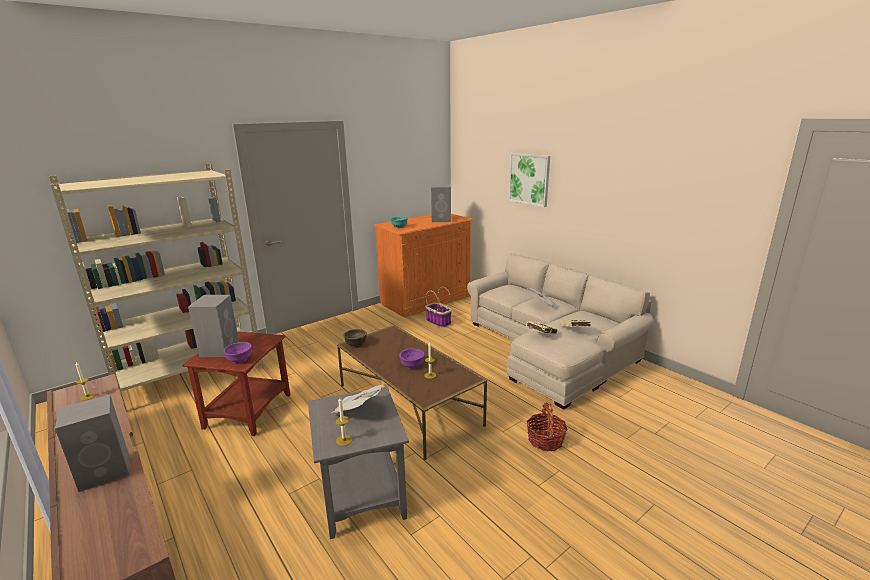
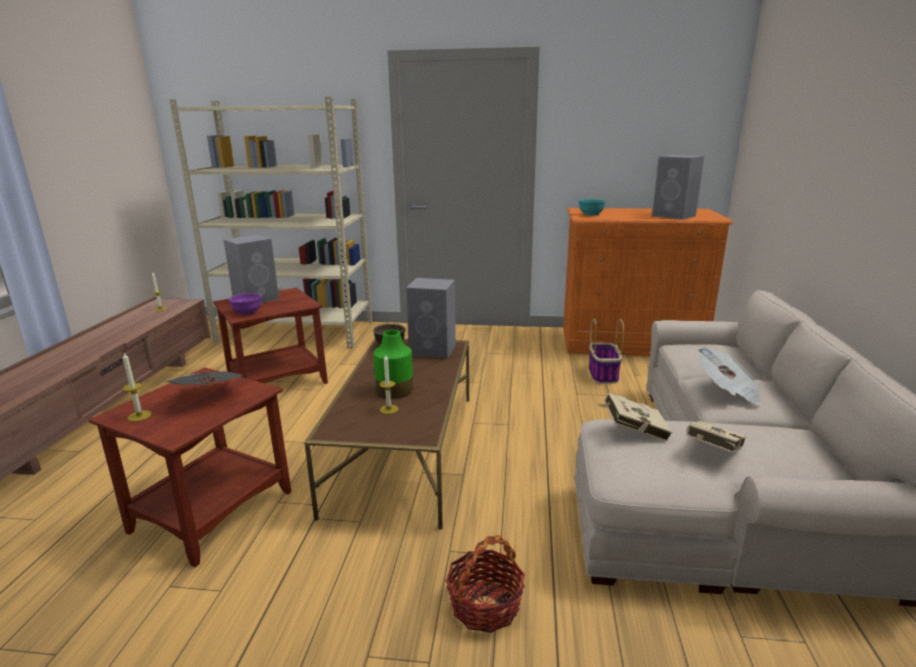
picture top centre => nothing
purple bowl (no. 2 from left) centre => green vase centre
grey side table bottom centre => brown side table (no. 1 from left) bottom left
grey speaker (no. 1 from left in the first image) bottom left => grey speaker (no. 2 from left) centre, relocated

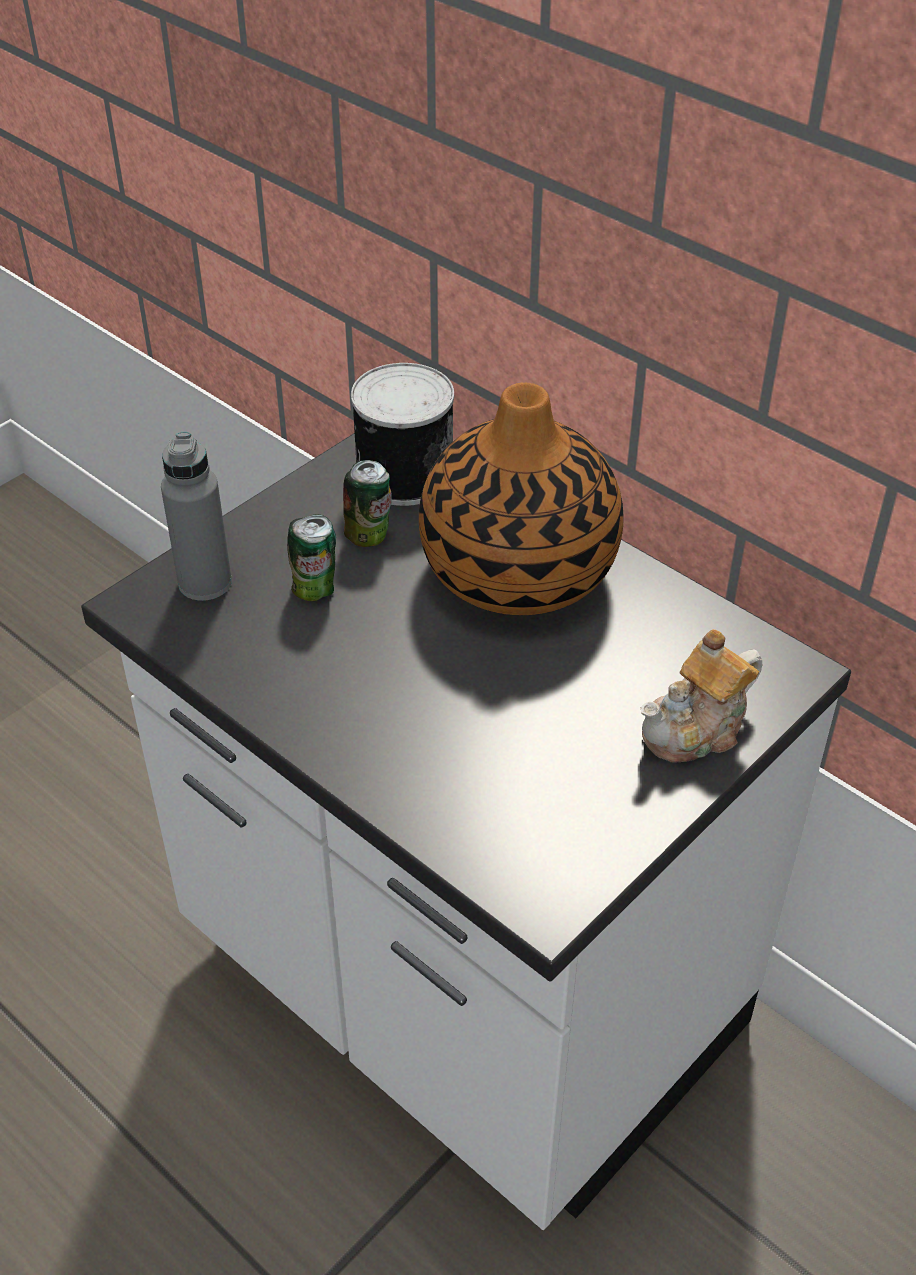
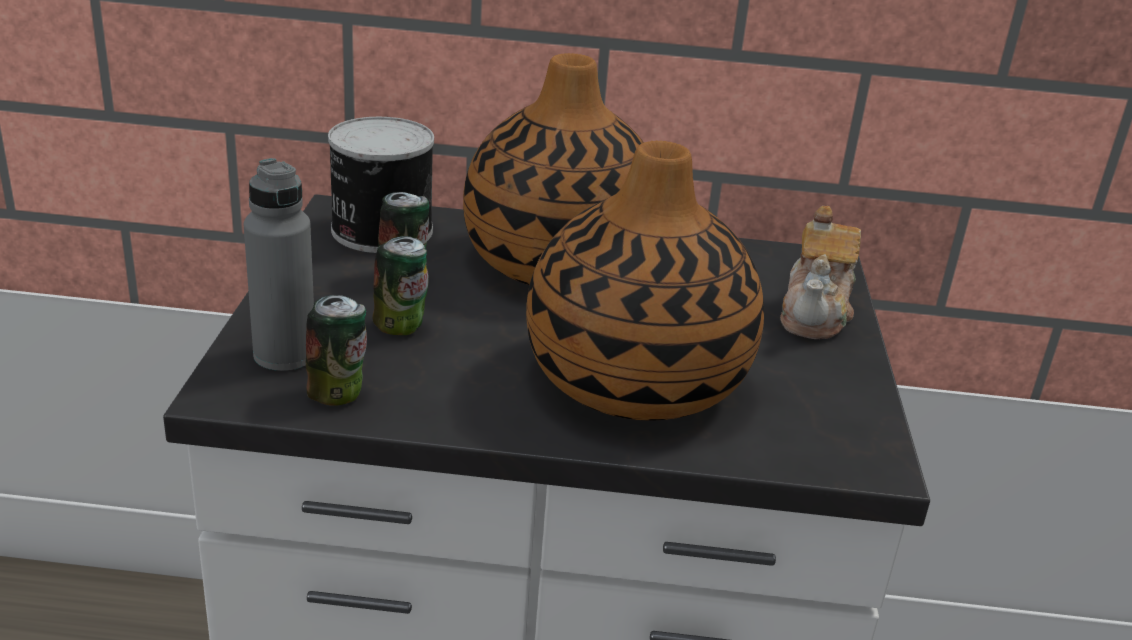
nothing => vase (no. 2 from left) centre
nothing => can (no. 1 from left) middle left

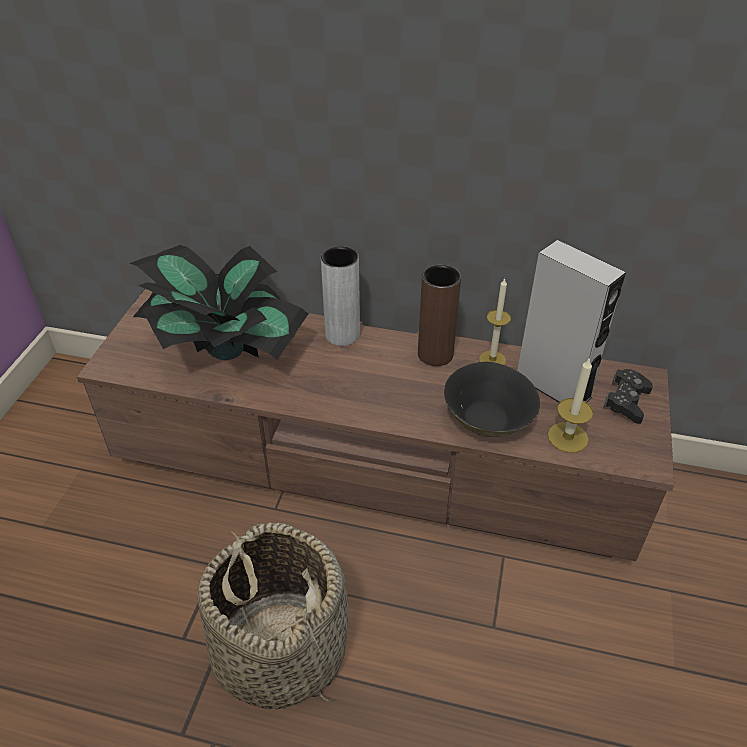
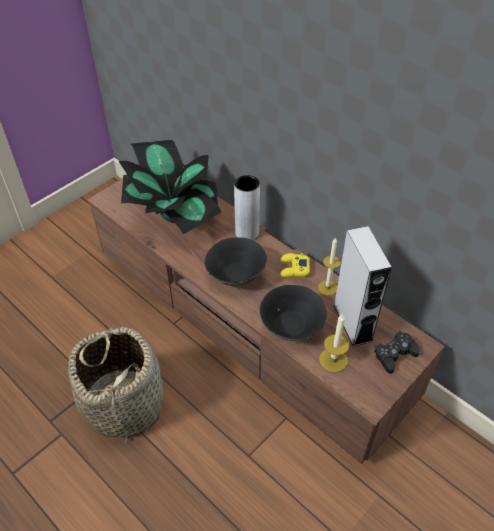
brown vase centre => yellow game controller centre
nothing => black bowl (no. 1 from left) centre

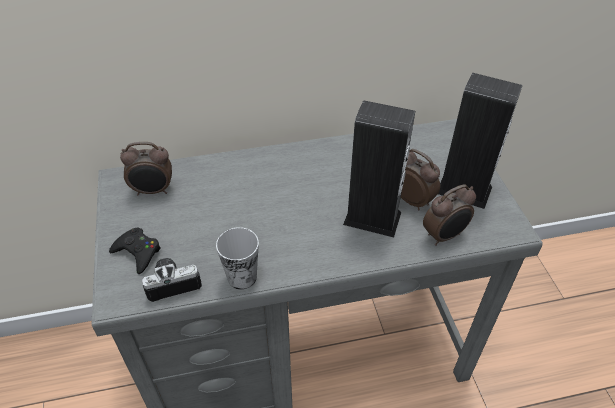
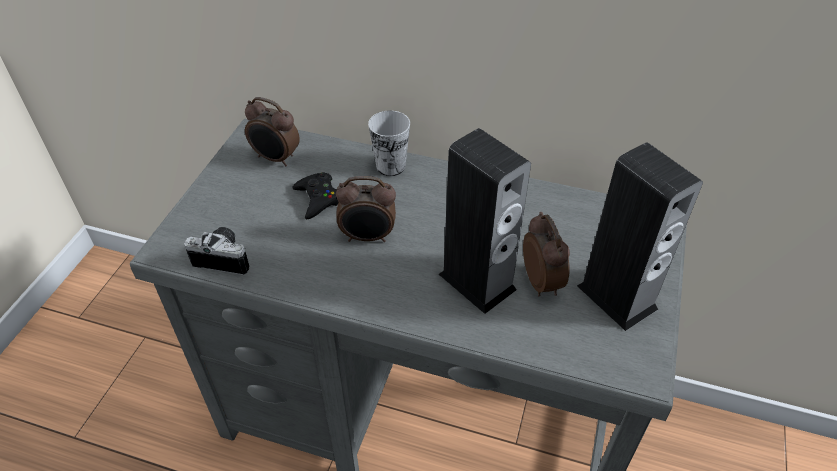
alarm clock (no. 3 from left in the first image) middle right => alarm clock (no. 2 from left) centre, relocated
cup centre => cup top centre, relocated
black game controller middle left => black game controller centre, relocated

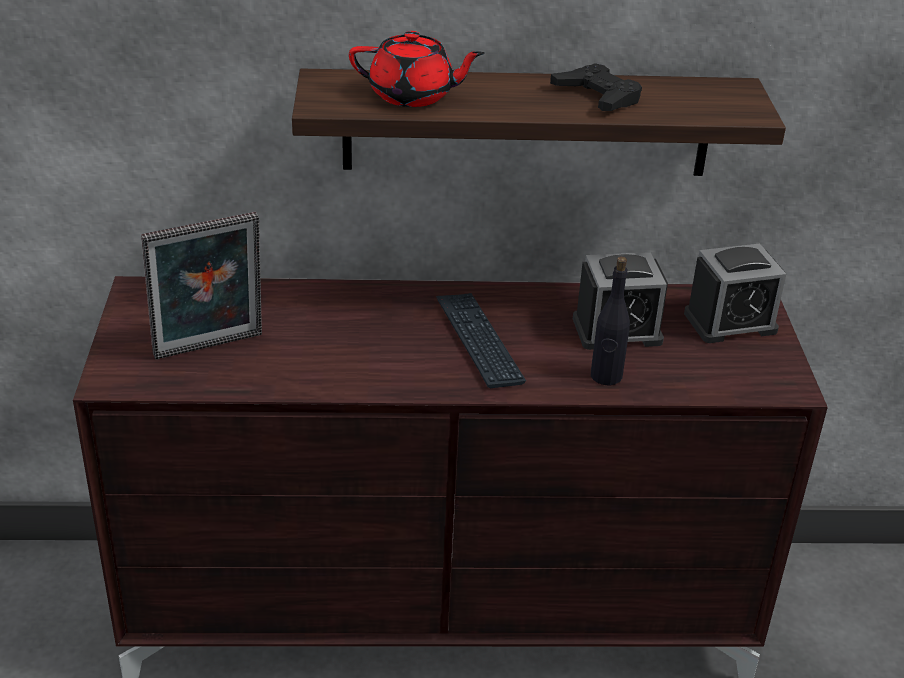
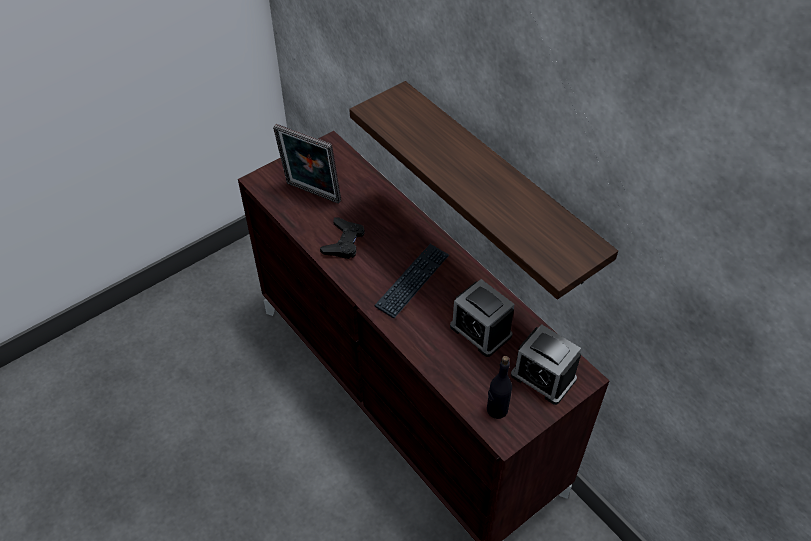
red teapot top centre => nothing
black game controller top centre => black game controller centre, relocated
black bottle middle right => black bottle bottom centre, relocated

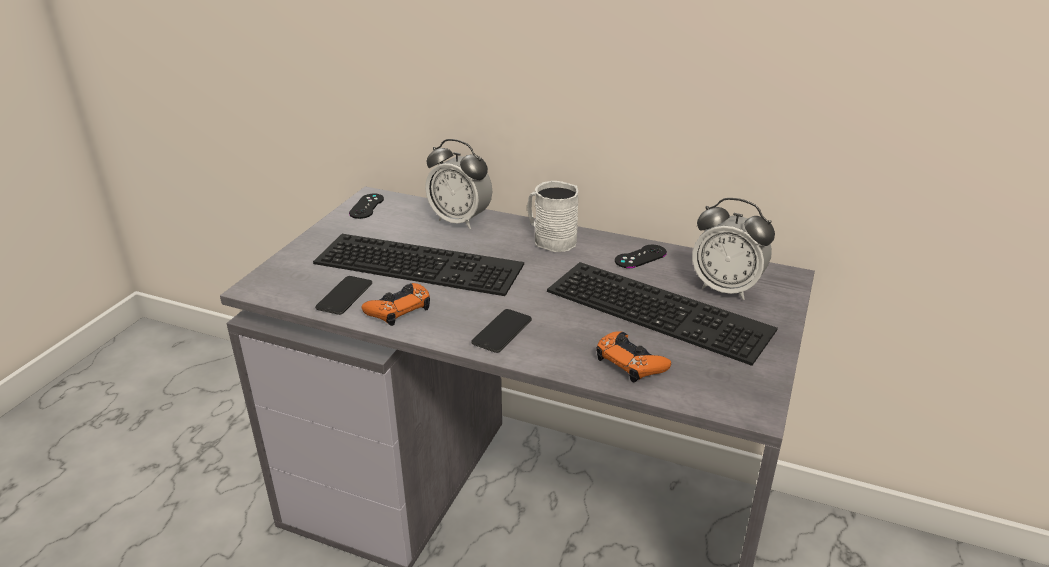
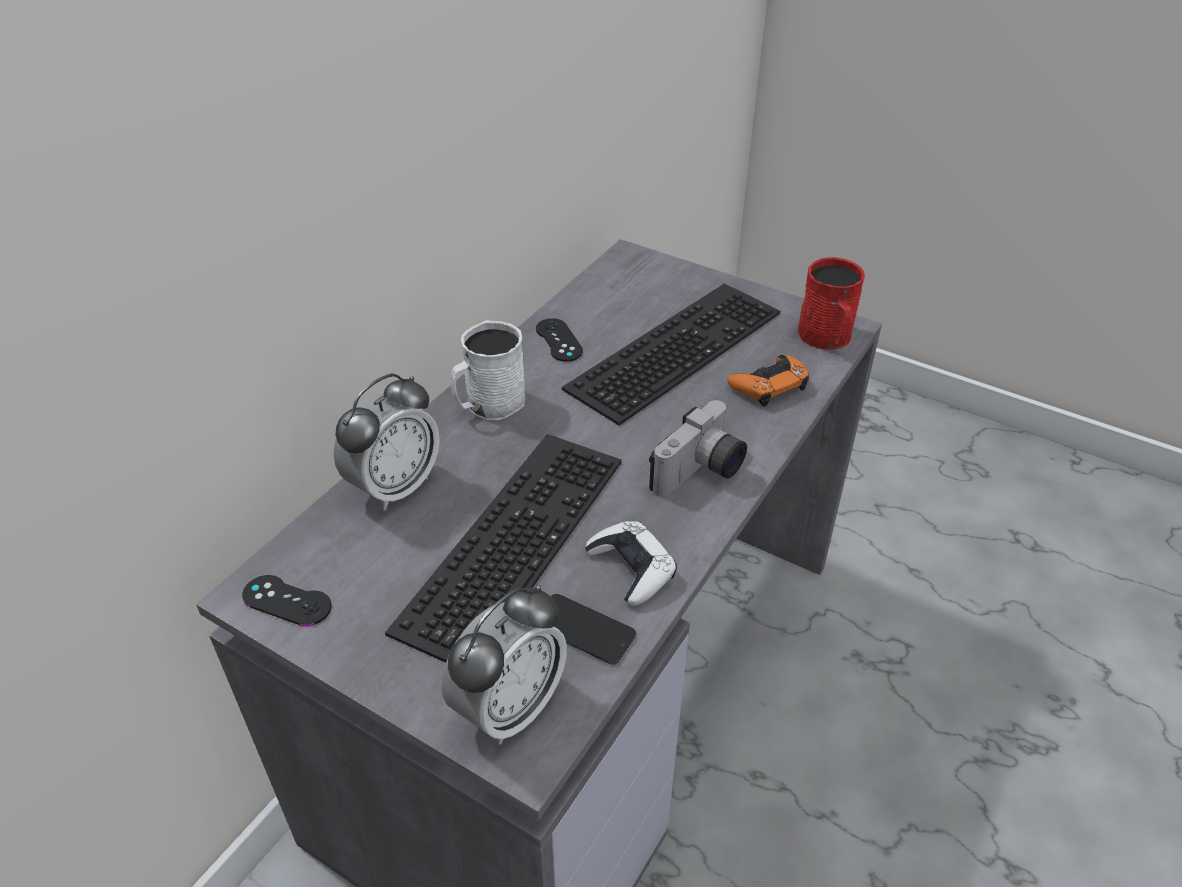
alarm clock (no. 2 from left) middle right => alarm clock (no. 2 from left) bottom centre, relocated
orange game controller (no. 1 from left) centre => white game controller centre
phone (no. 2 from left) centre => photo camera centre
nothing => red mug middle right

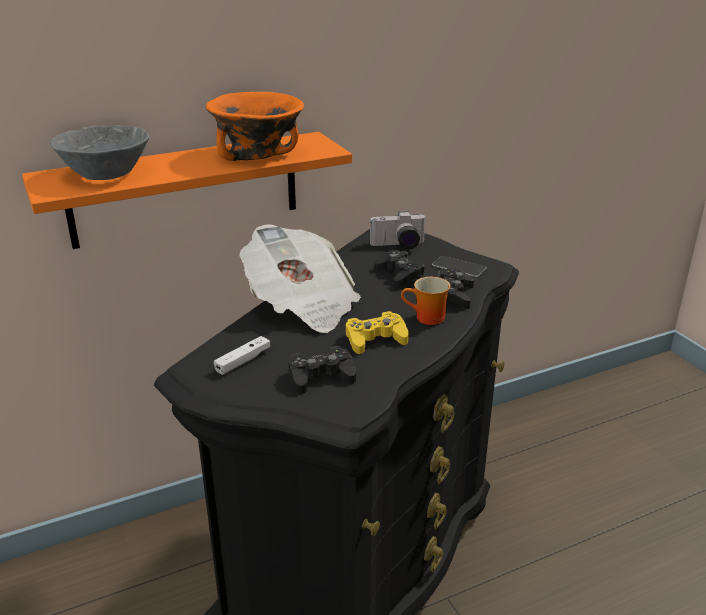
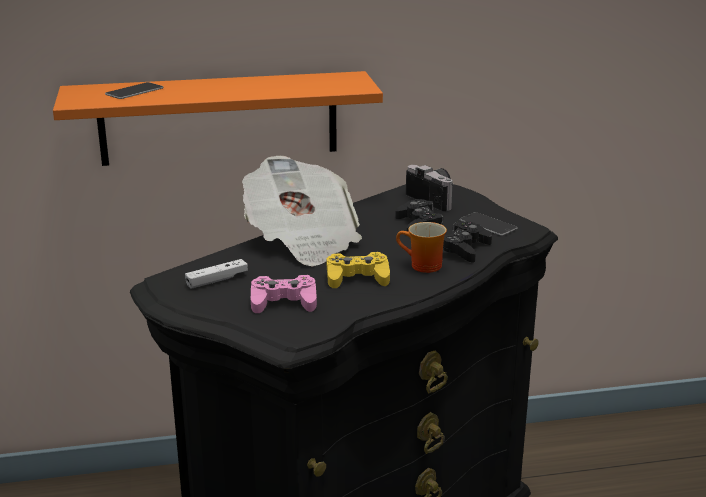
orange bowl top centre => nothing
grey bowl top left => phone (no. 1 from left) top left
photo camera centre, 135 degrees counterclockwise
black game controller (no. 1 from left) centre => pink game controller centre

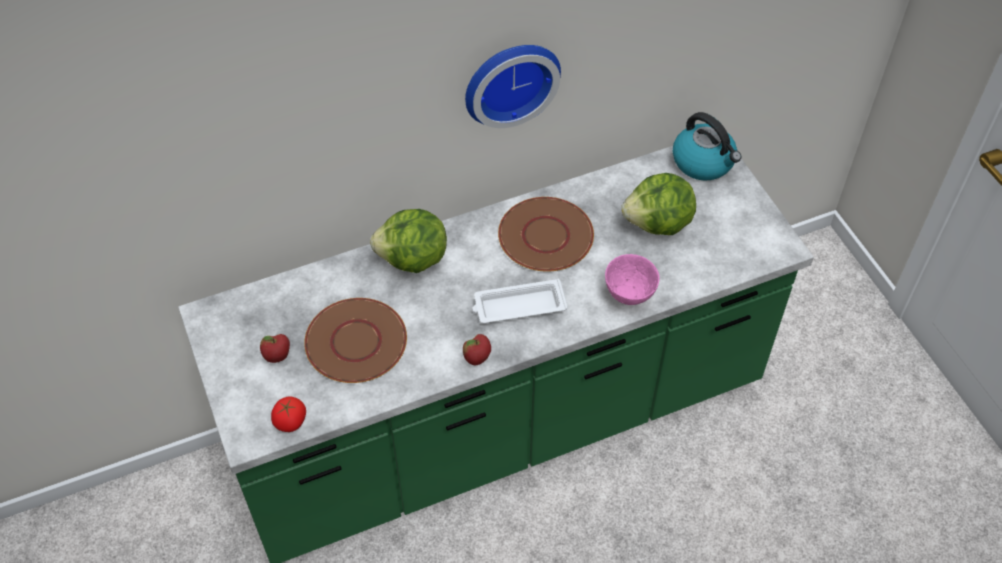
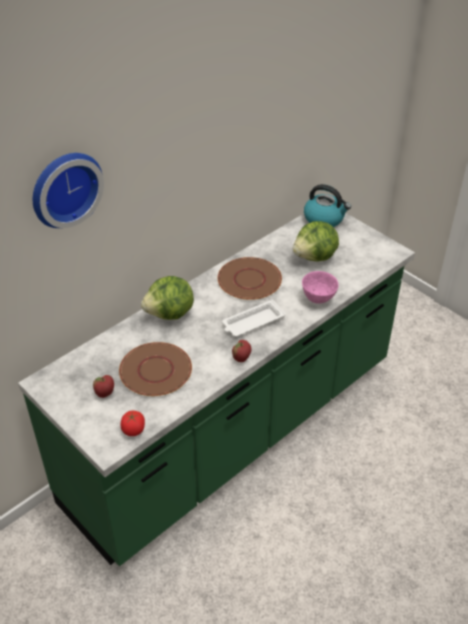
wall clock top centre => wall clock top left, relocated

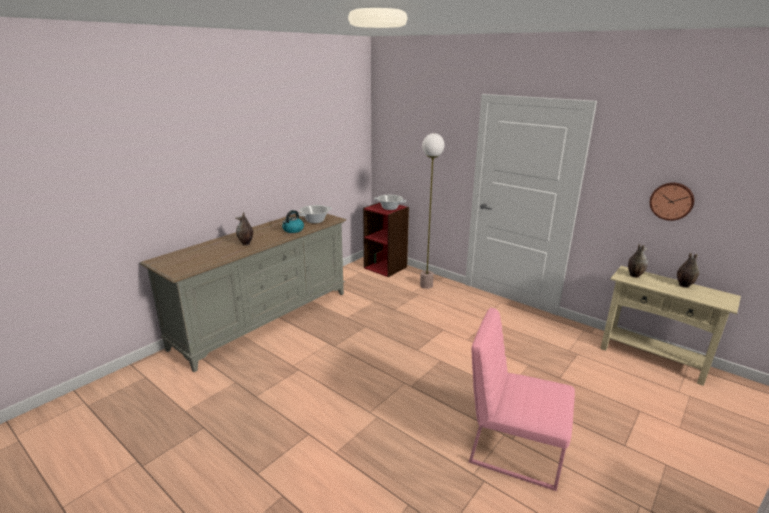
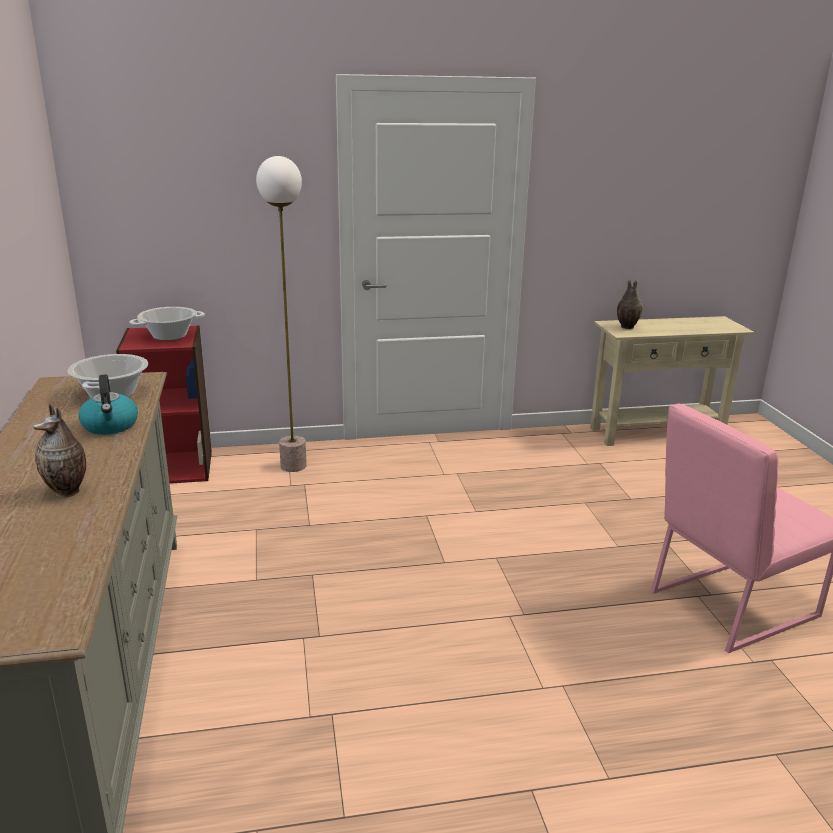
wall clock middle right => nothing
vase (no. 3 from left) middle right => nothing

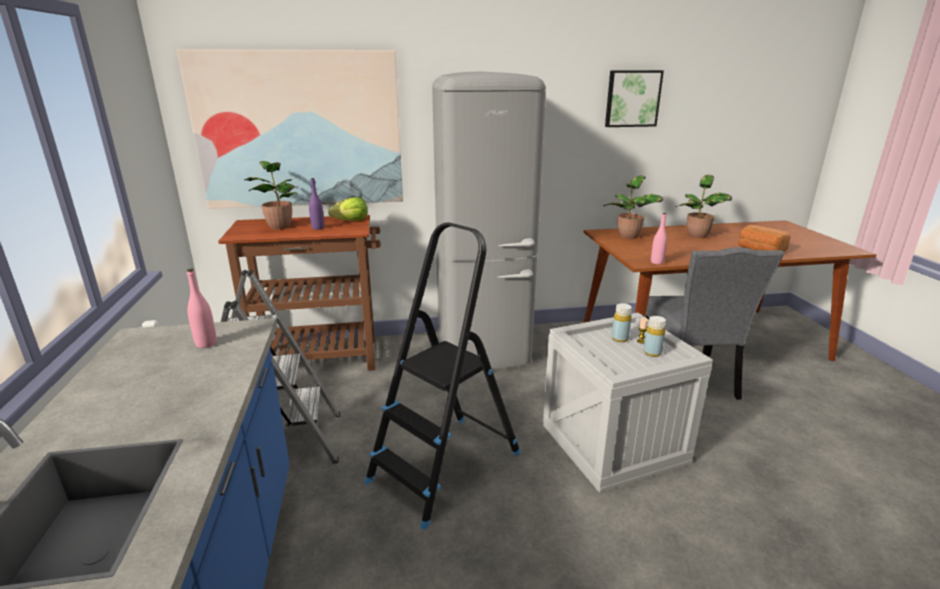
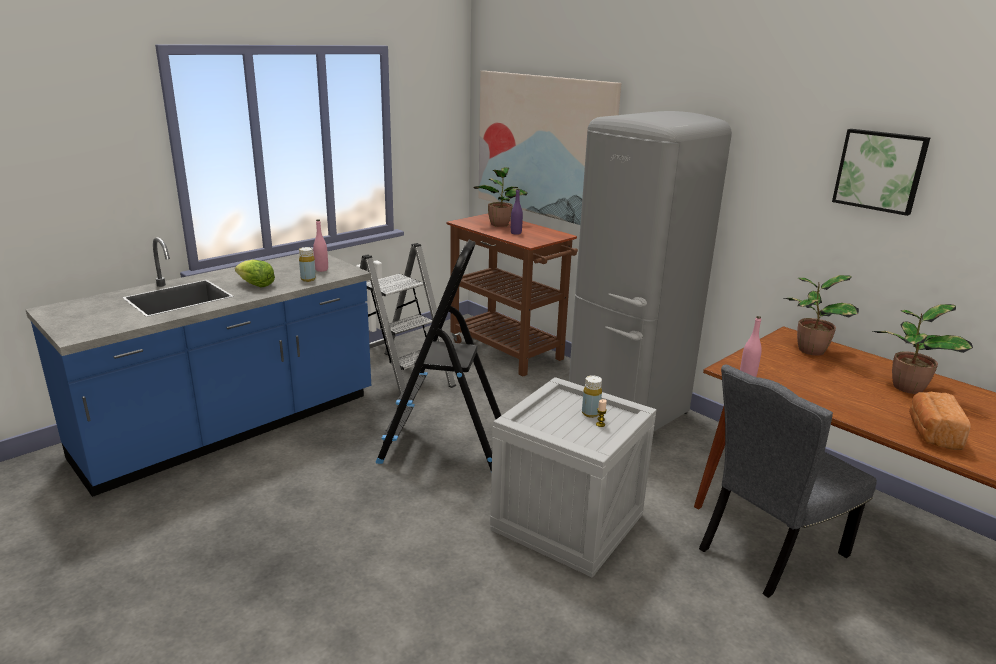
lettuce centre => lettuce middle left, relocated
yellow bottle (no. 2 from left in the first image) middle right => yellow bottle (no. 1 from left) middle left, relocated

